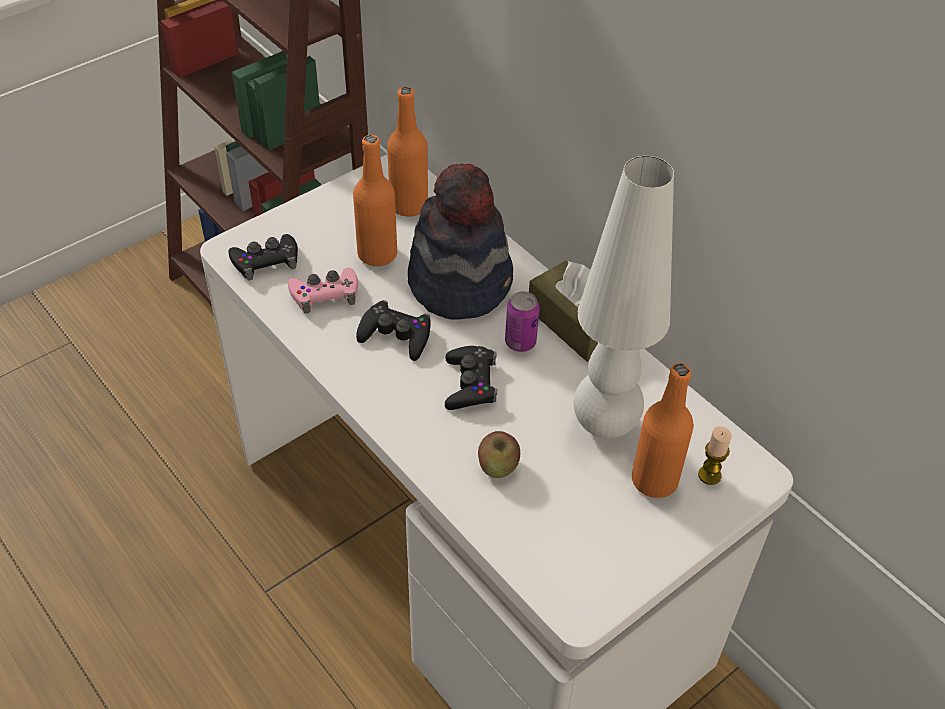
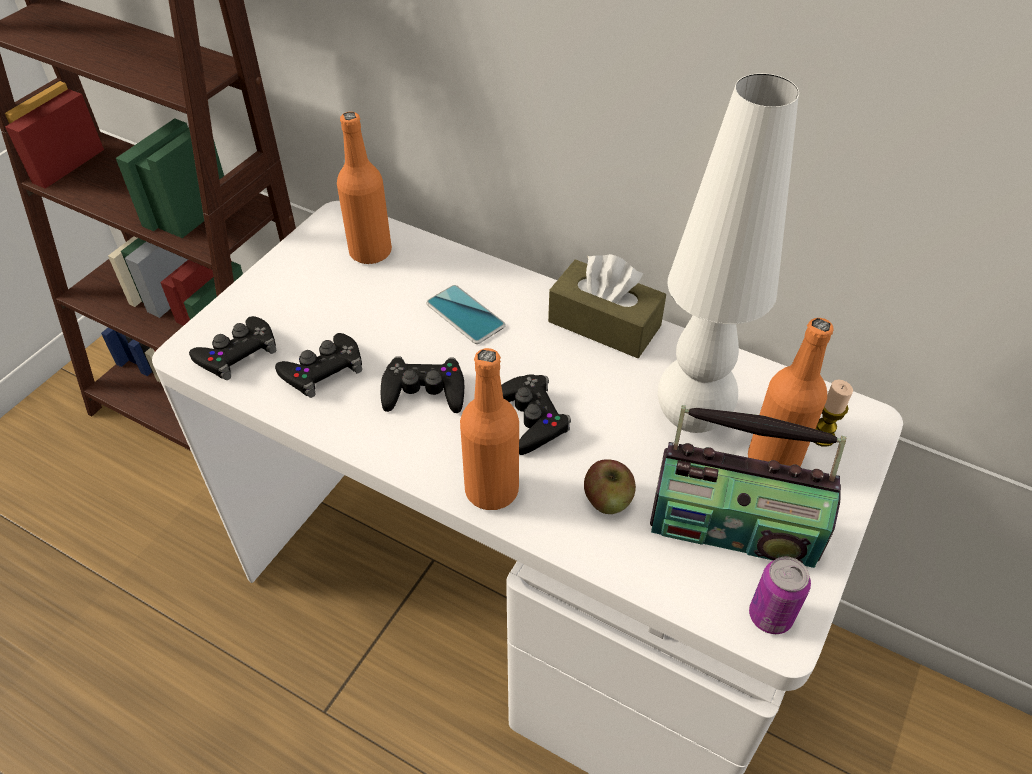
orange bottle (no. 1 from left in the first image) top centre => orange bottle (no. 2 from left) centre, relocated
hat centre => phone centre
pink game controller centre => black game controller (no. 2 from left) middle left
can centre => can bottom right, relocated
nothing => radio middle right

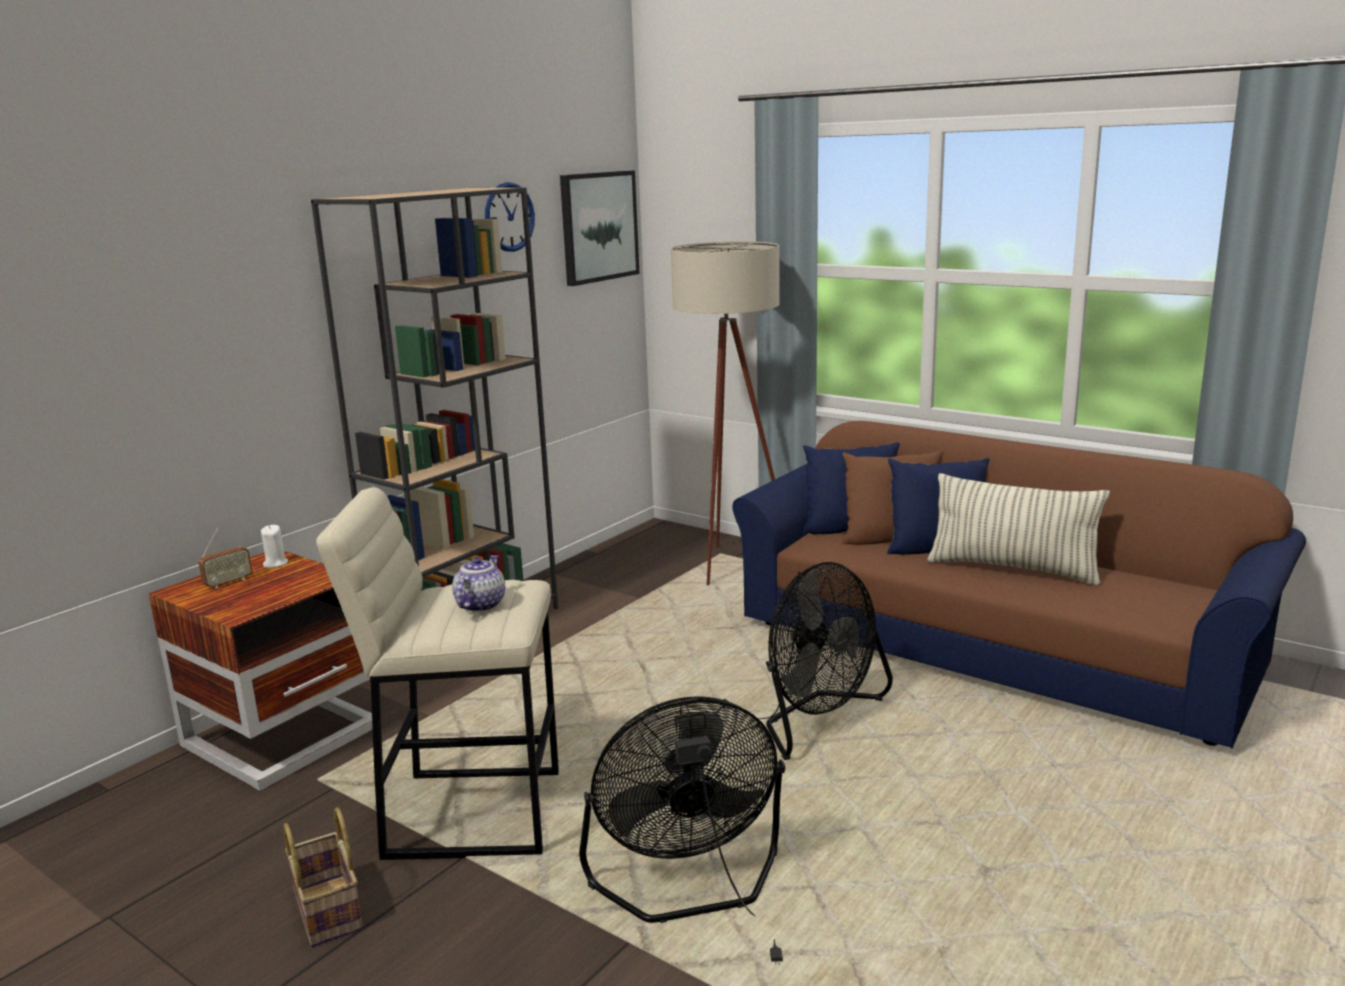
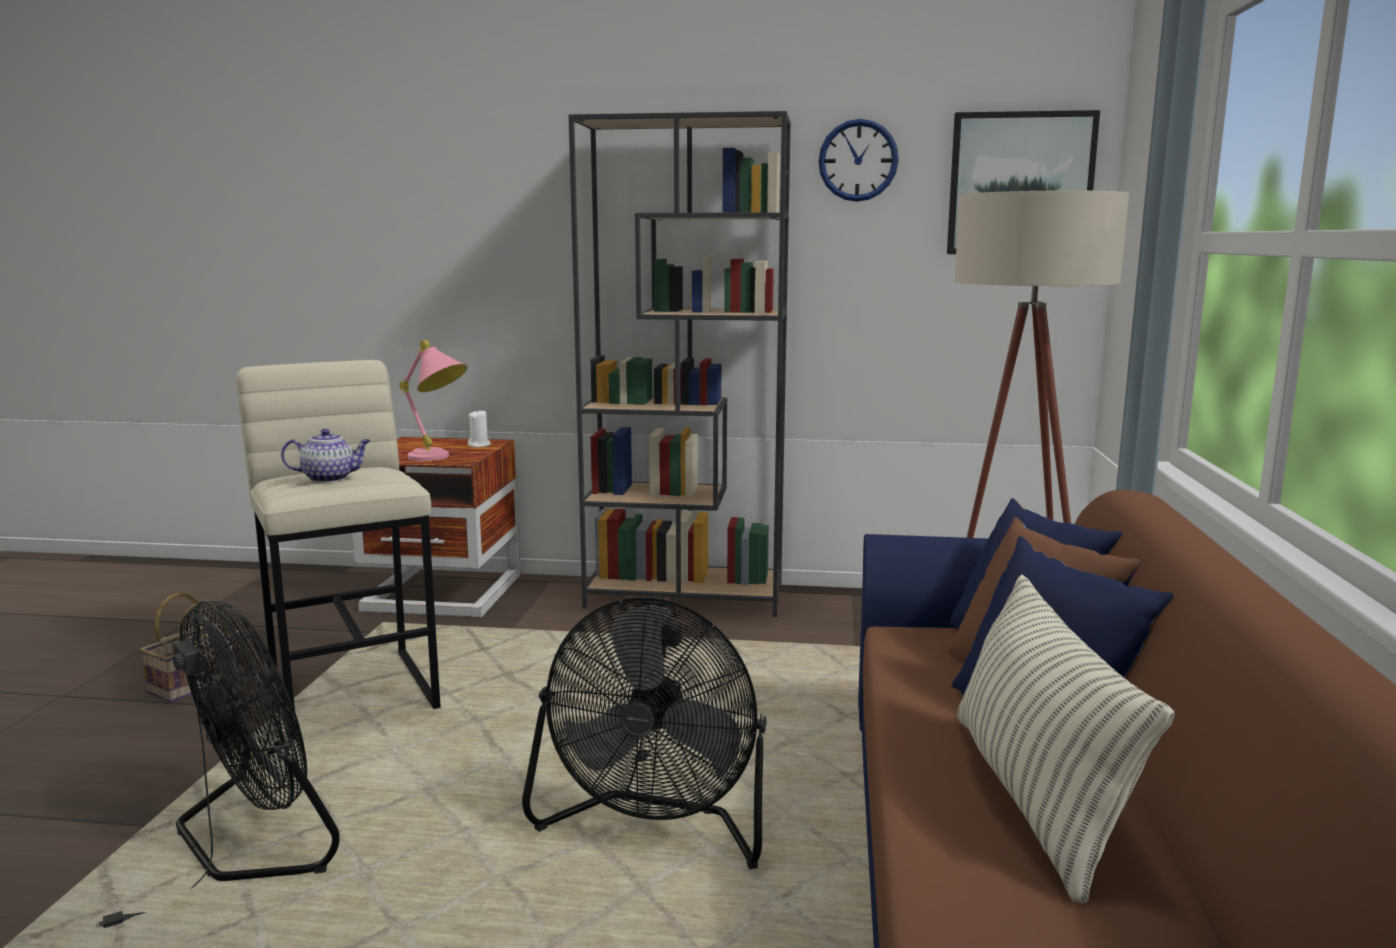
radio middle left => nothing
nothing => pink table lamp middle left

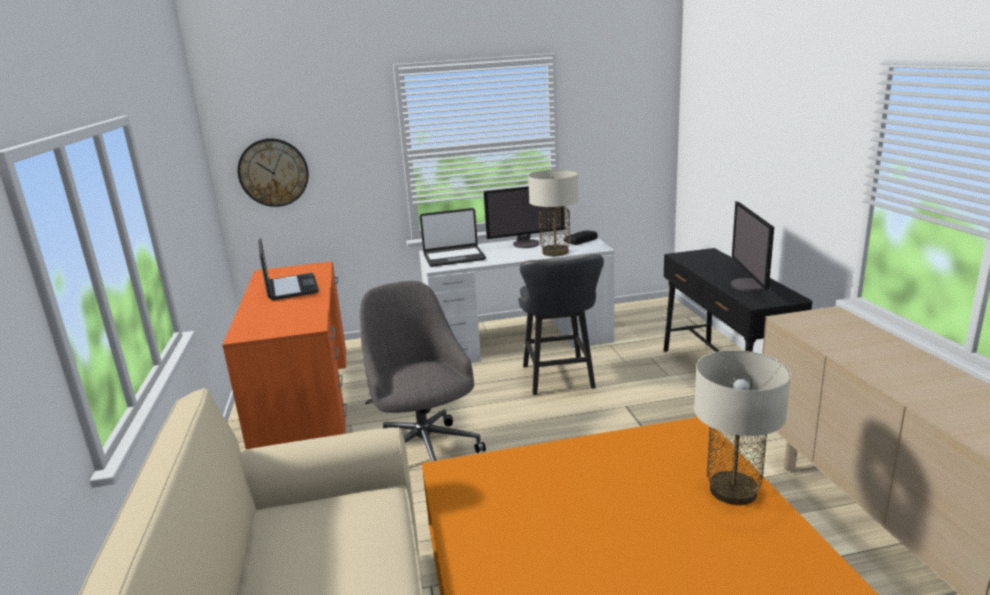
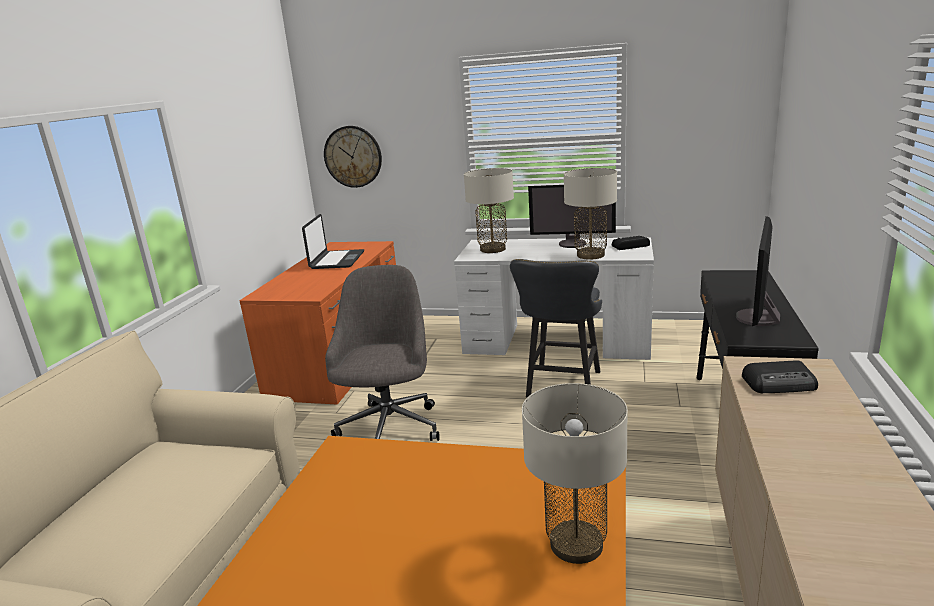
laptop (no. 2 from left) centre => table lamp (no. 1 from left) centre
nothing => radio (no. 2 from left) middle right

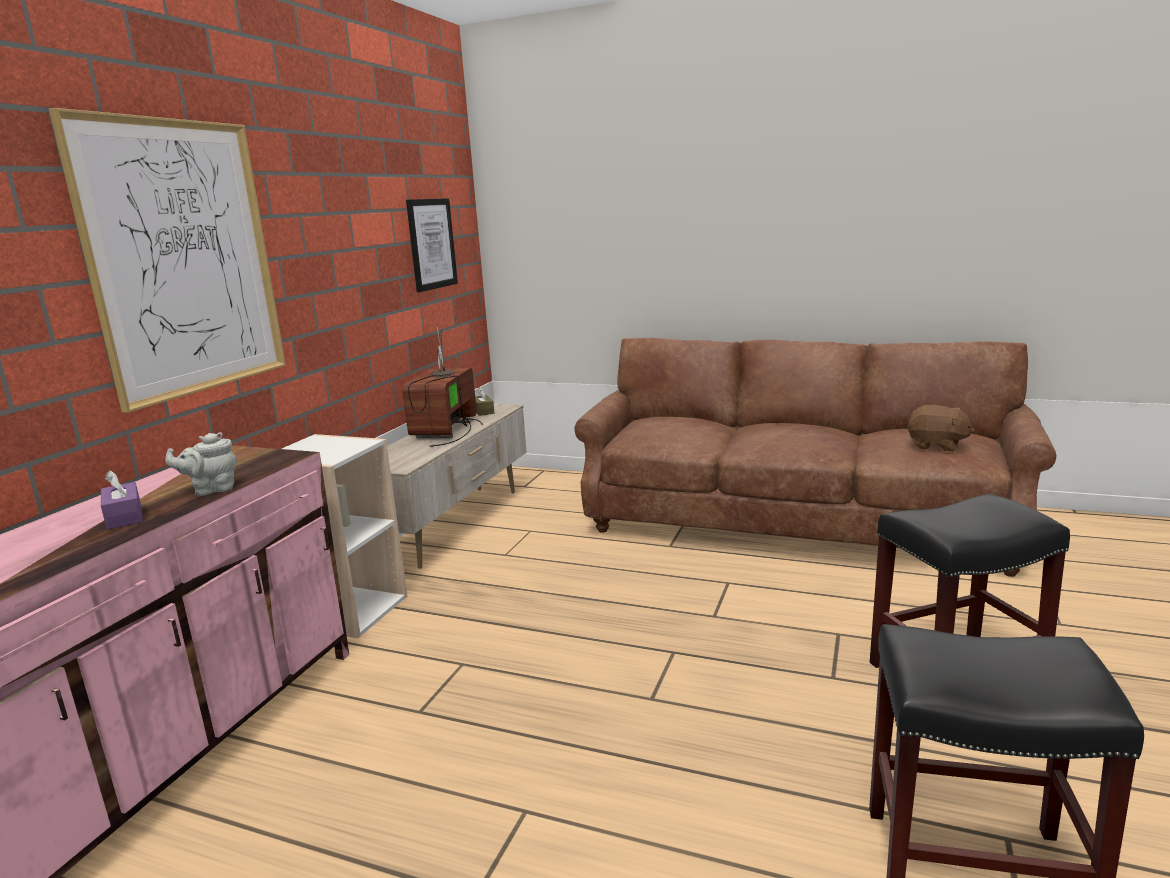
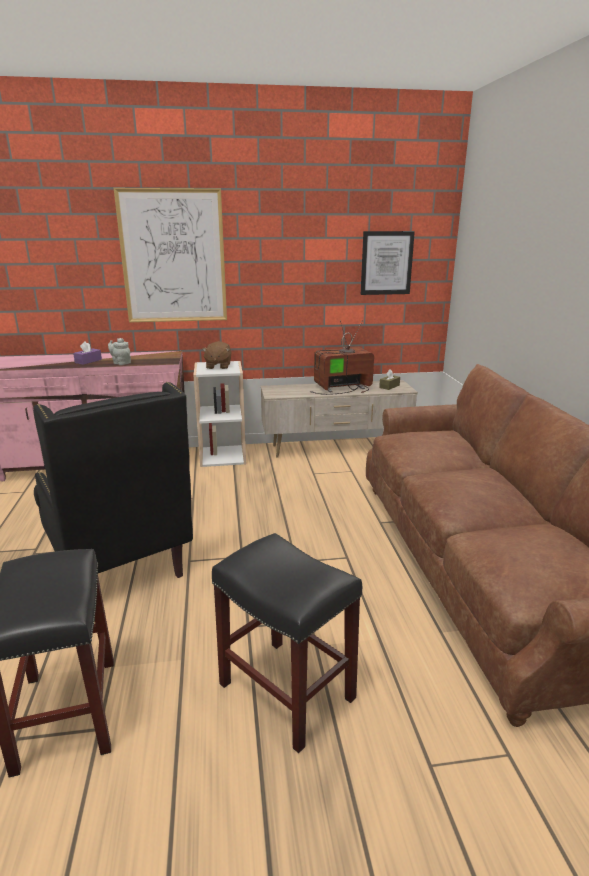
brown plush toy middle right => brown plush toy centre, relocated
nothing => black armchair middle left

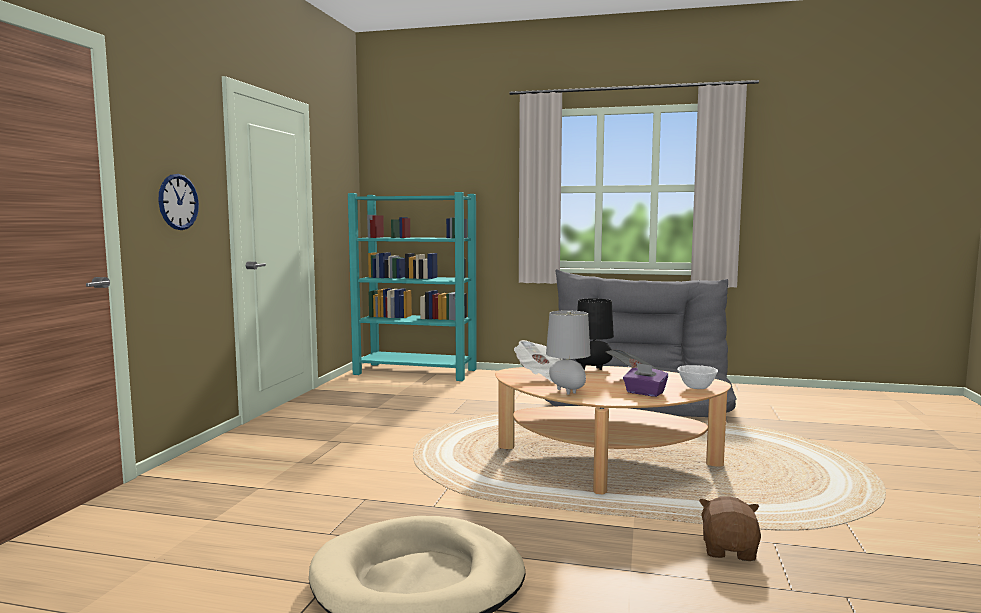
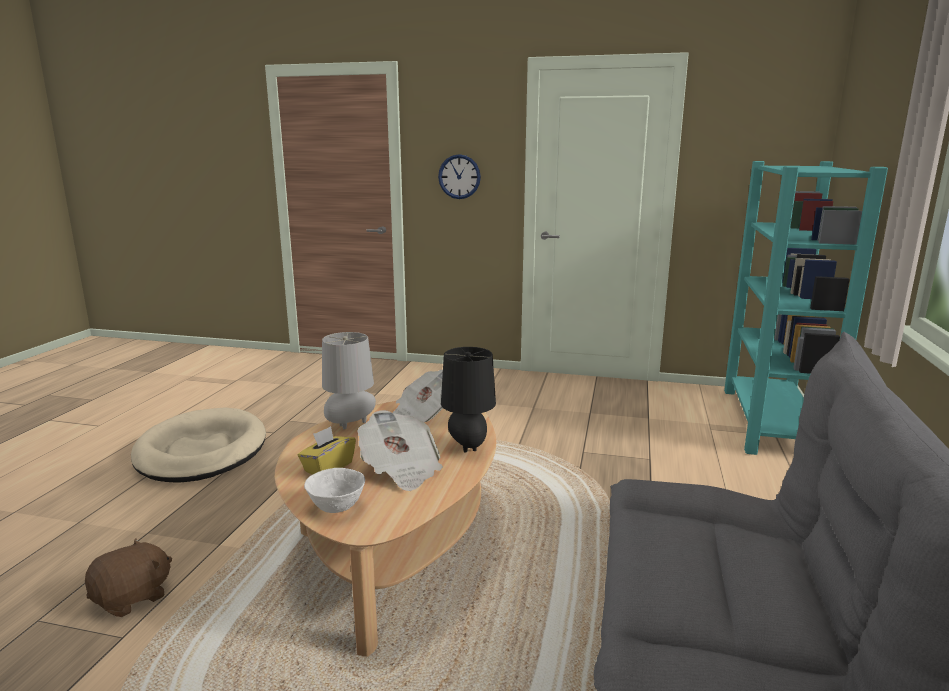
purple tissue box centre => yellow tissue box centre
brown plush toy bottom right => brown plush toy bottom left, 60 degrees counterclockwise

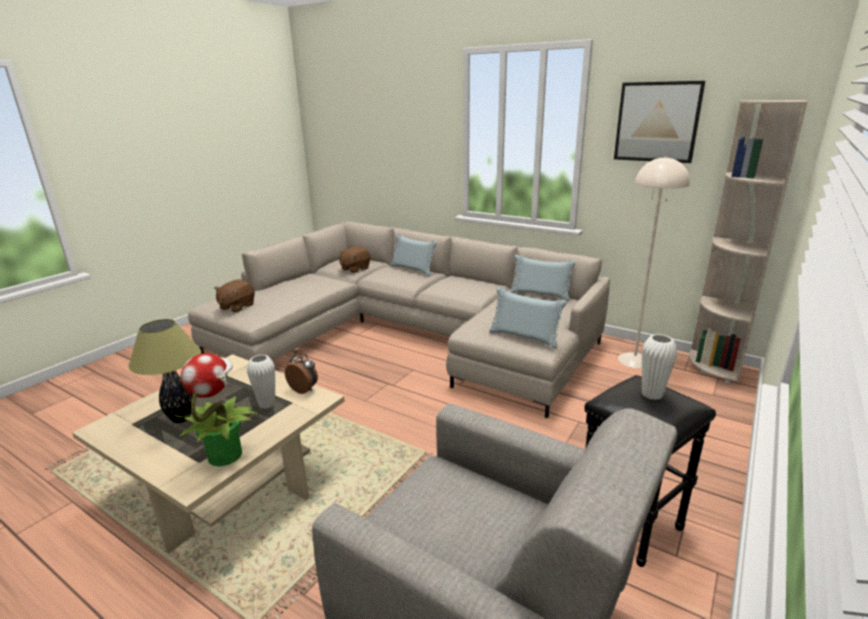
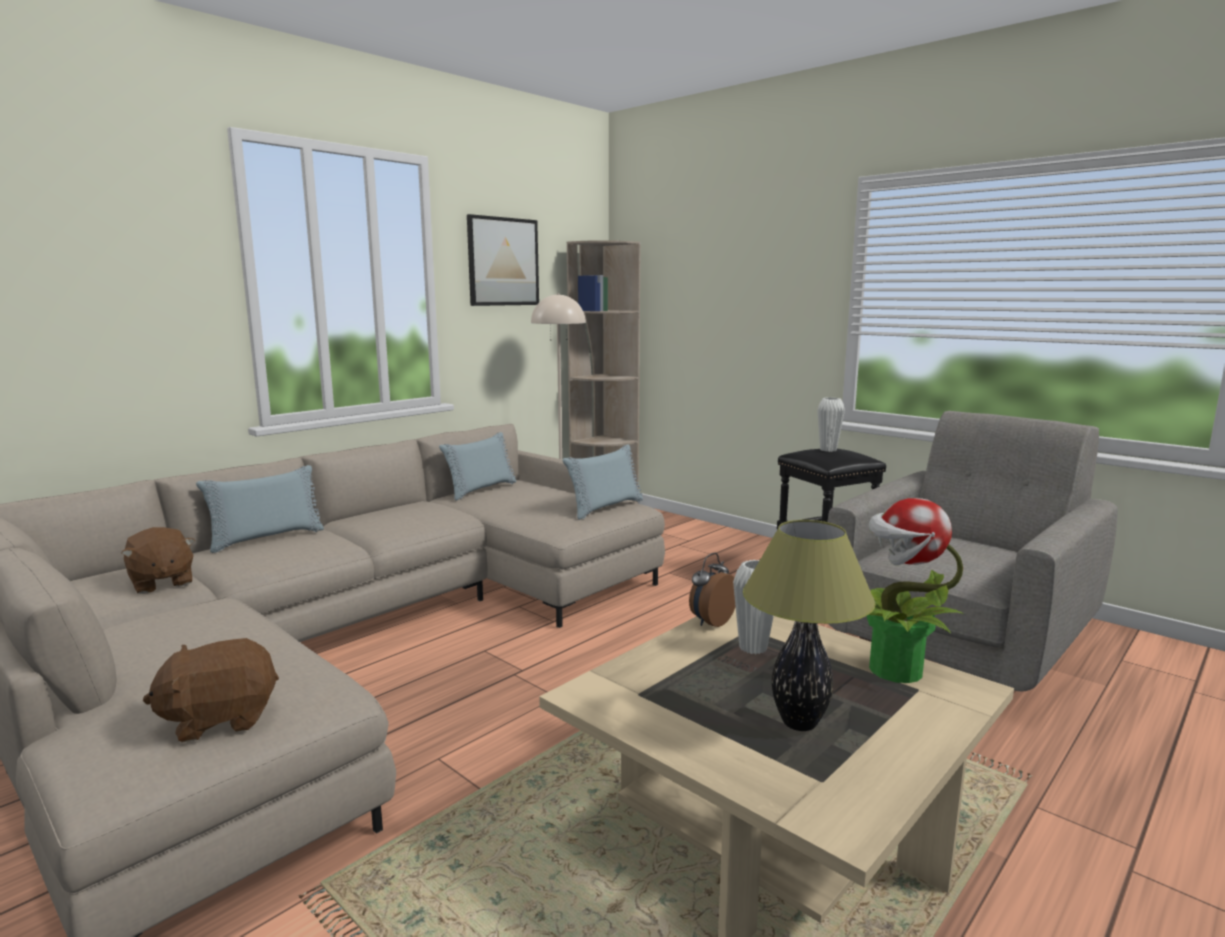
brown plush toy (no. 1 from left in the first image) middle left => brown plush toy (no. 2 from left) bottom left, 120 degrees clockwise

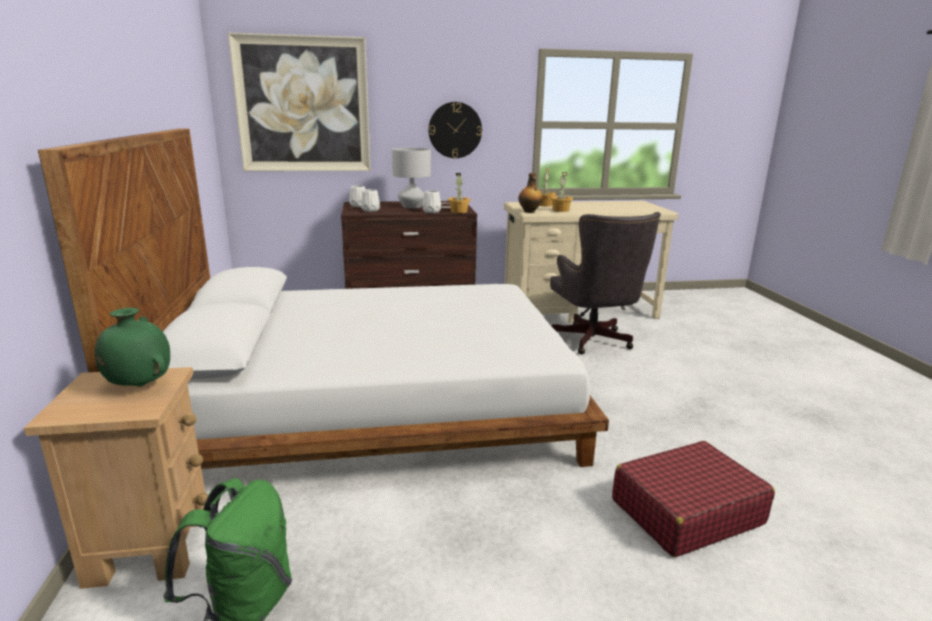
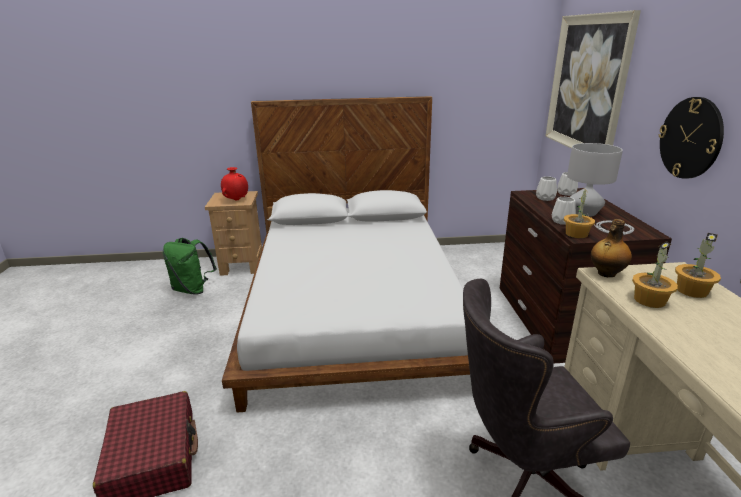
green vase middle left => red vase middle left

